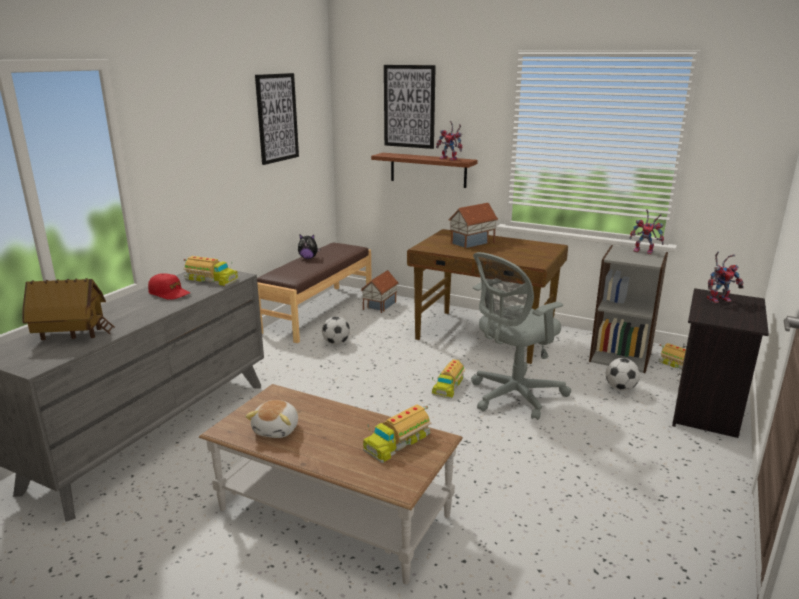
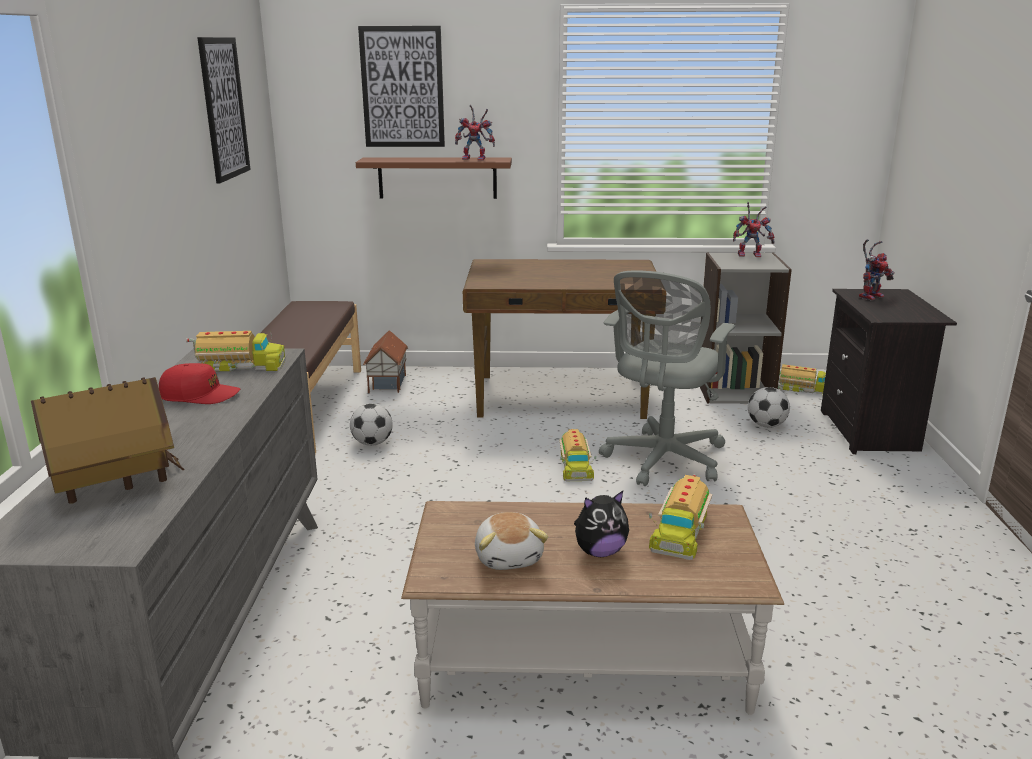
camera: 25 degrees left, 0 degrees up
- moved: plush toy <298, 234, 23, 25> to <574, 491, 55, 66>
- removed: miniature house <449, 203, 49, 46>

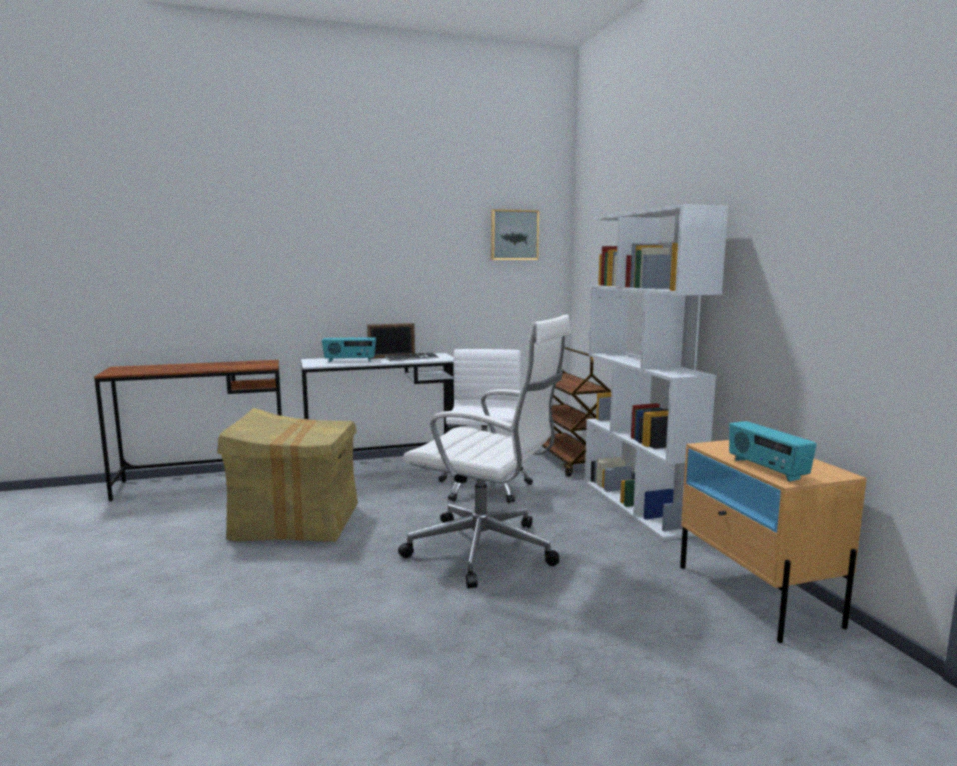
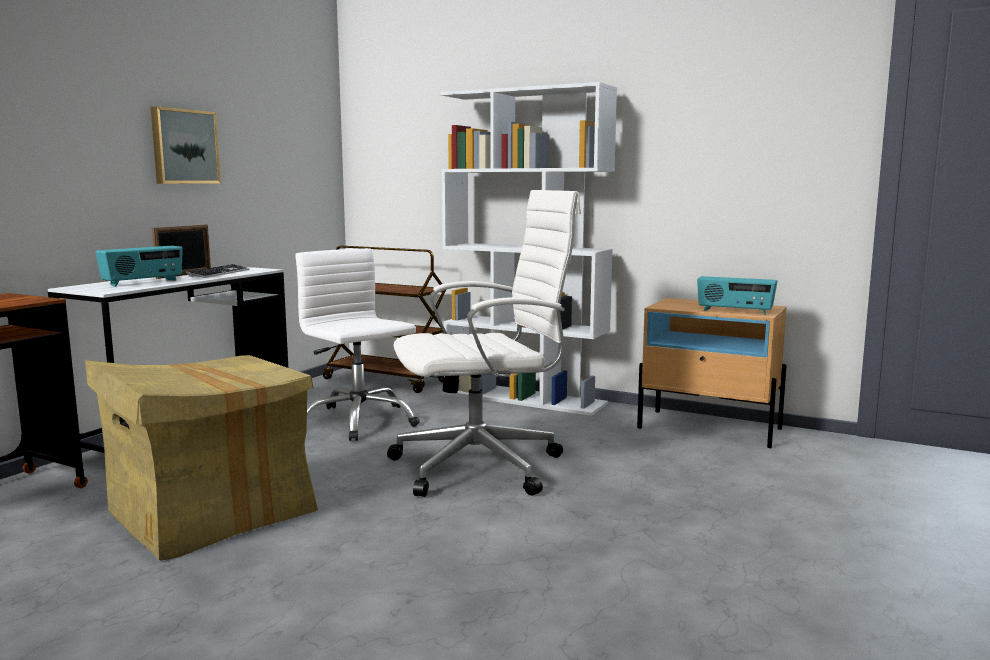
camera: 45 degrees left, 0 degrees up
- moved: picture <491, 209, 48, 51> to <151, 107, 70, 77>

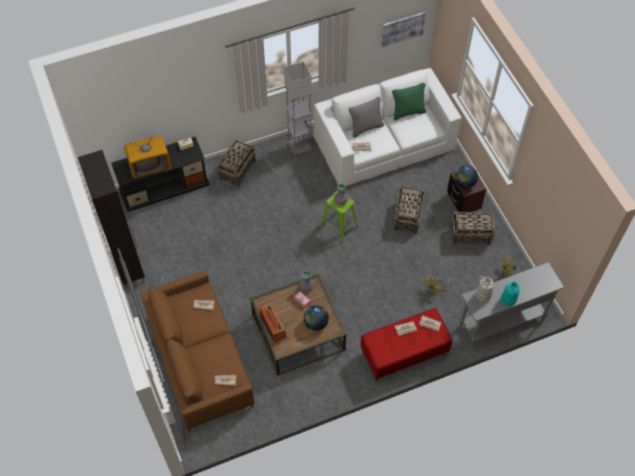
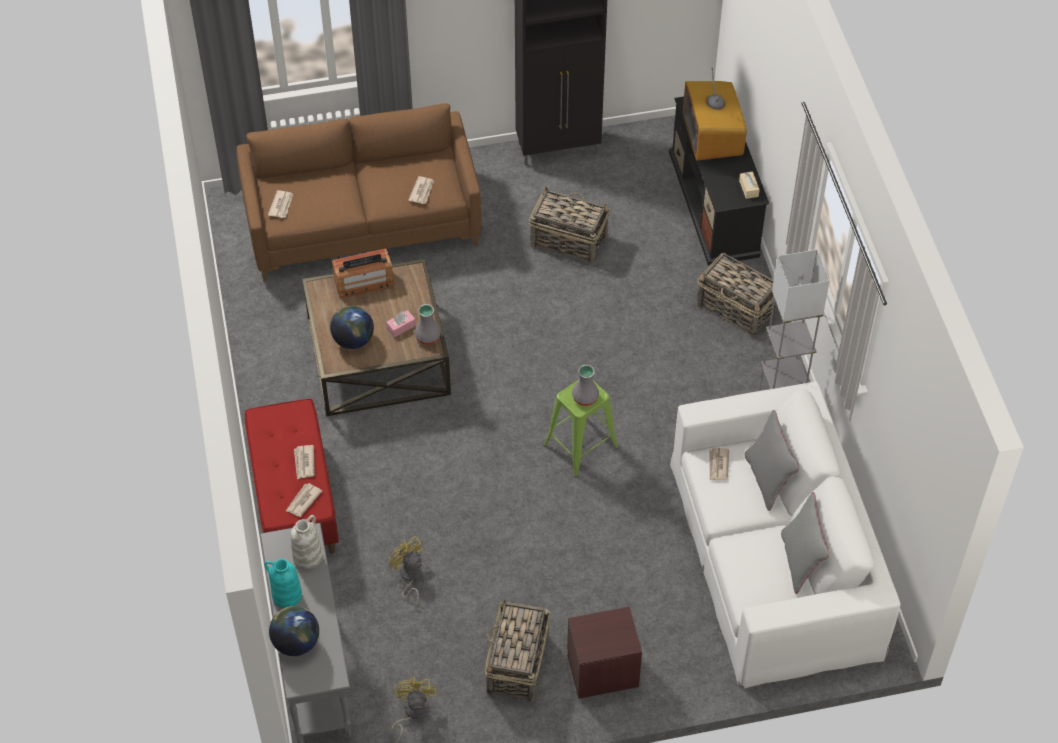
camera: 100 degrees right, 5 degrees down
- moved: desk globe <455, 165, 23, 24> to <269, 606, 50, 50>
- moved: storage basket <394, 185, 31, 49> to <529, 186, 81, 79>
- recoloured: green-coloured throw pillow <392, 83, 34, 38> to greyish throw pillow <781, 492, 48, 102>
- removed: picture <382, 12, 44, 35>

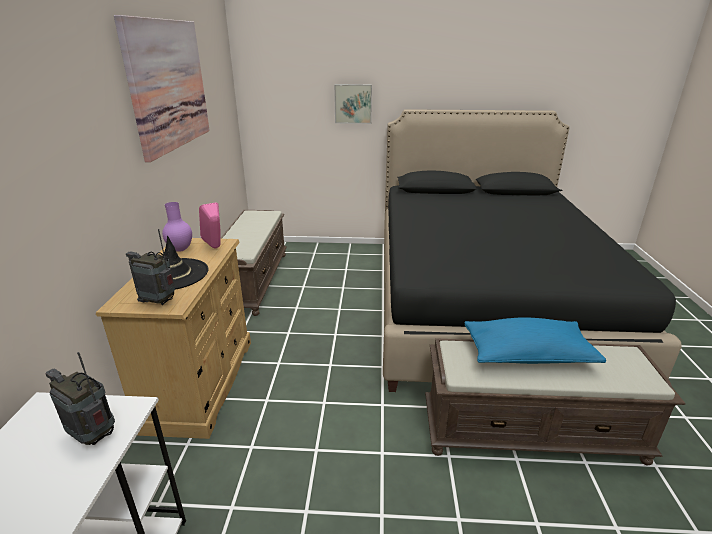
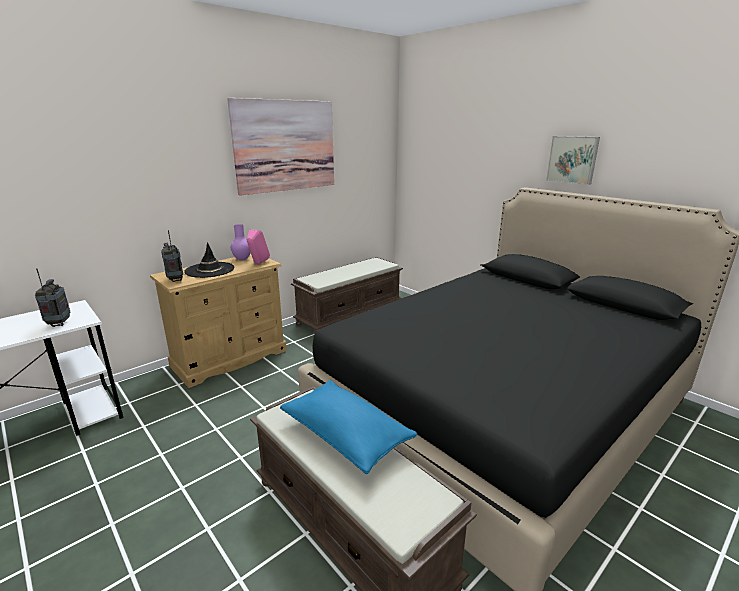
camera: 45 degrees right, 5 degrees down
- moved: picture <334, 84, 38, 40> to <546, 136, 54, 49>

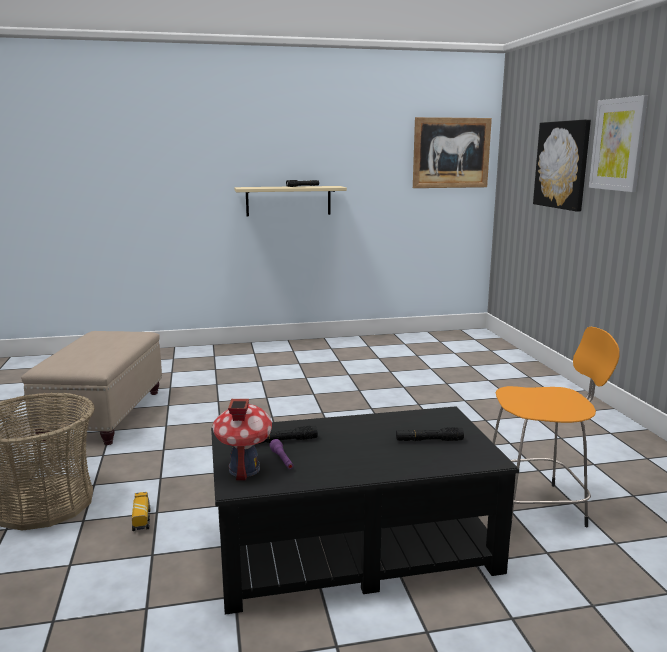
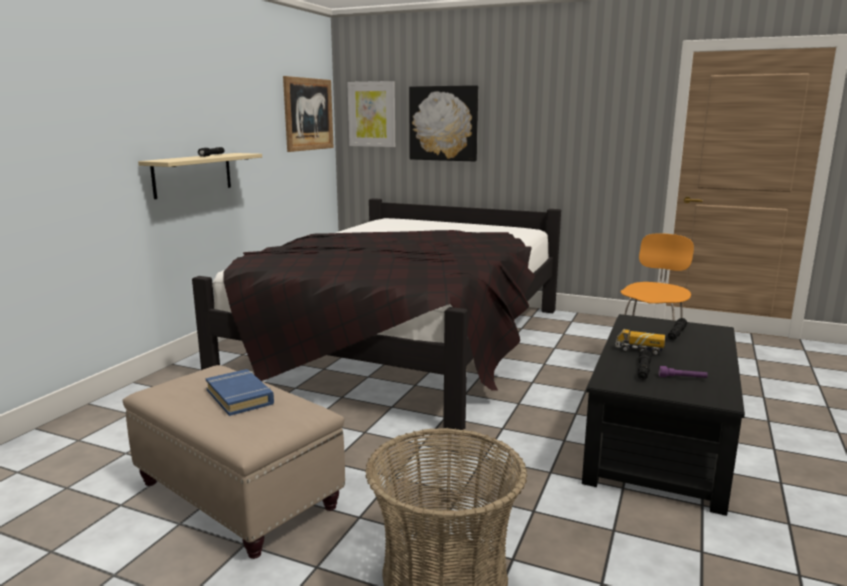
camera: 55 degrees left, 0 degrees up
- added: black-coloured bed <192, 198, 369, 232>
- added: blue volume <206, 369, 68, 47>
- moved: picture <589, 95, 59, 97> to <347, 81, 48, 66>
- moved: toy truck <132, 492, 18, 39> to <615, 329, 50, 26>
- removed: miniature house <212, 399, 60, 82>

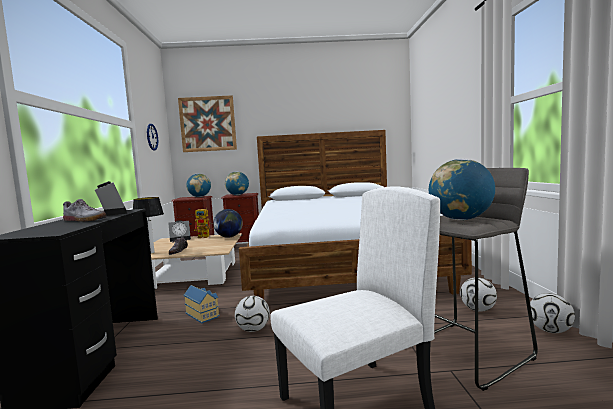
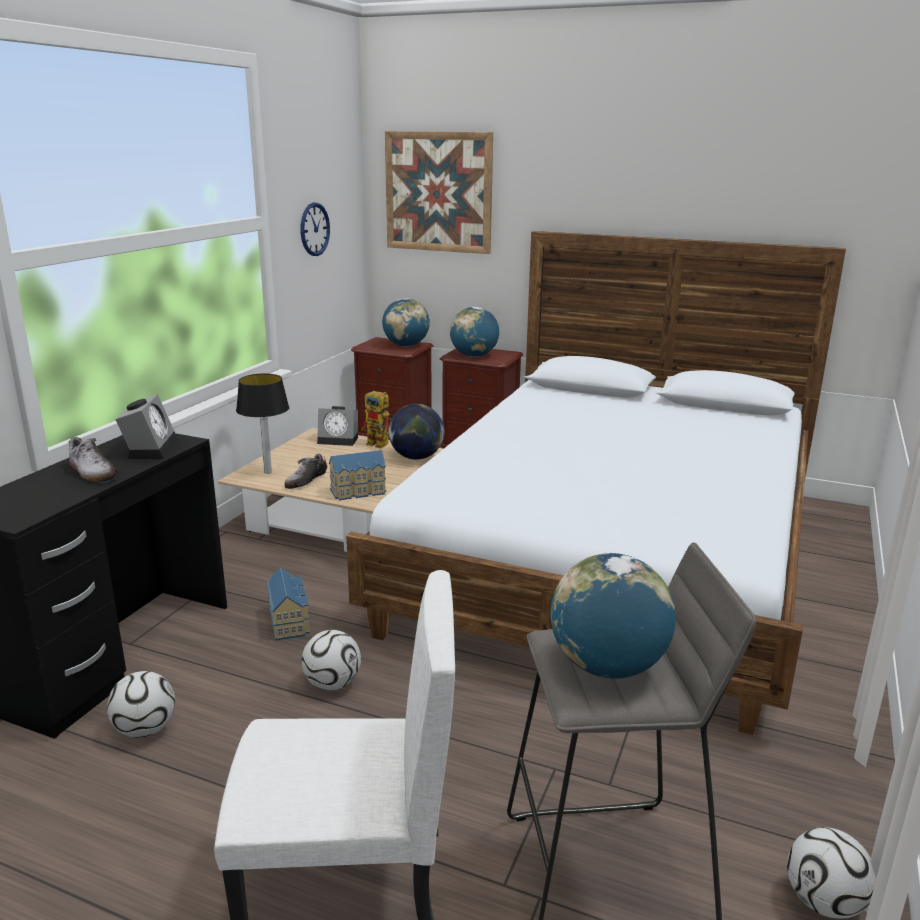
camera: 25 degrees right, 15 degrees up
- moved: football ball <460, 277, 37, 35> to <107, 671, 68, 67>
- added: miniature house <329, 450, 57, 50>

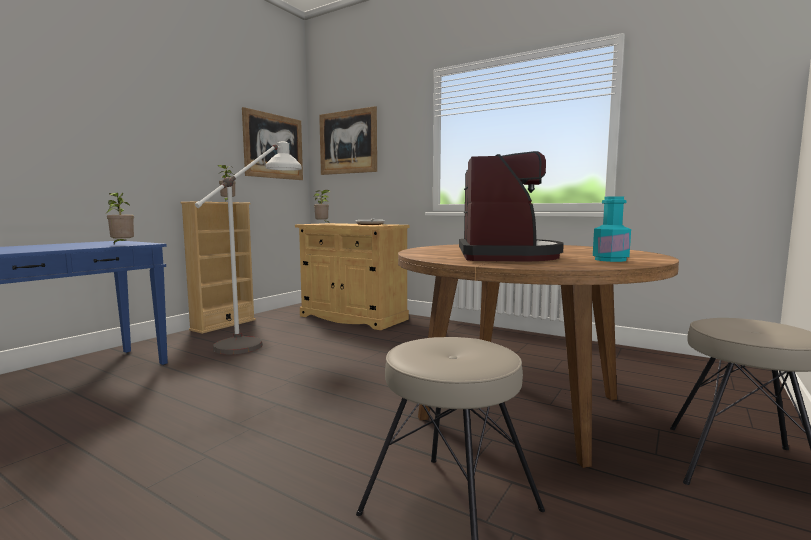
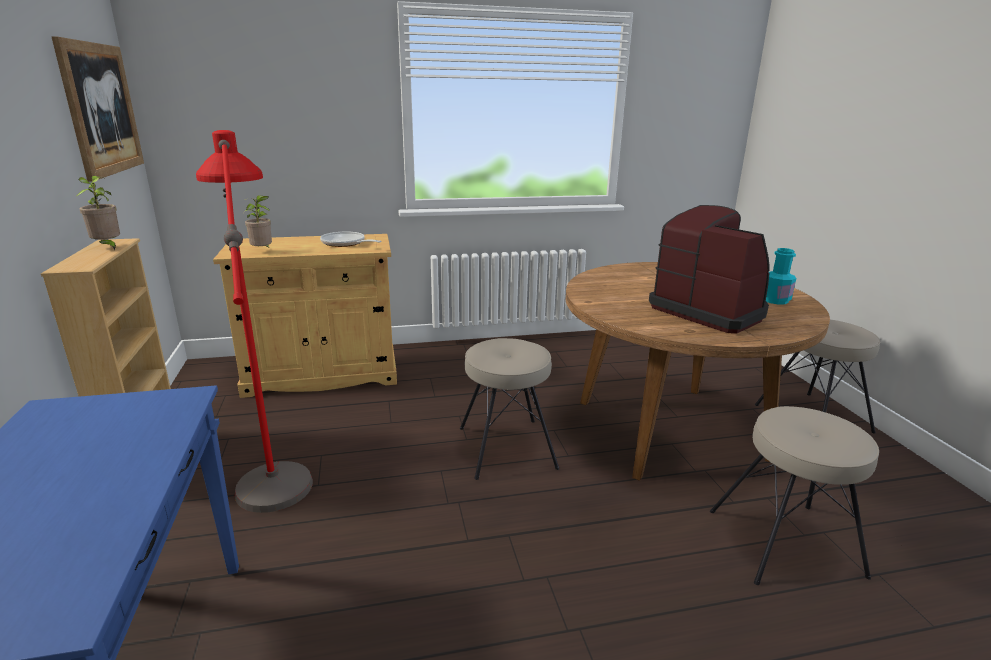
camera: 45 degrees left, 15 degrees up
- recoloured: white standard lamp <195, 141, 107, 213> to red-coloured standard lamp <196, 130, 117, 383>
- added: beige sitting stool <460, 338, 99, 142>
- removed: houseplant <106, 193, 28, 51>
- removed: picture <319, 106, 58, 69>

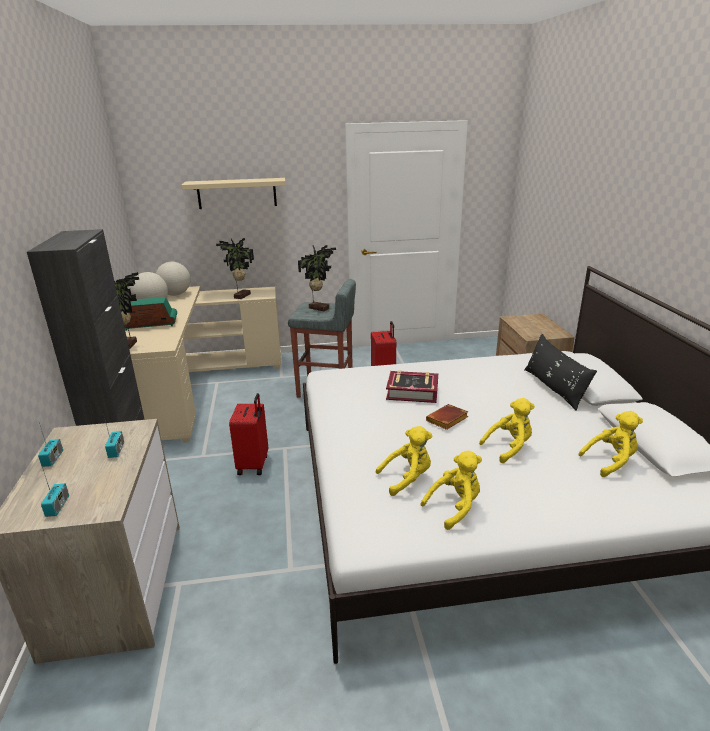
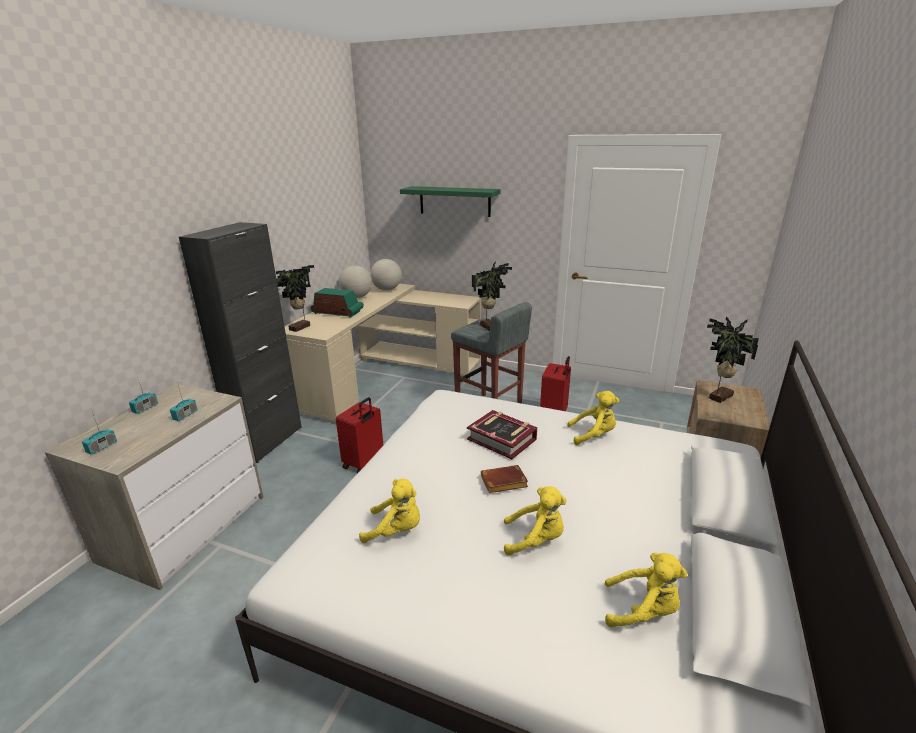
camera: 30 degrees right, 0 degrees up
- recoloured: beige wall shelf <181, 178, 105, 31> to green-coloured wall shelf <400, 186, 101, 31>
- moved: yellow-coloured plush toy <421, 450, 61, 80> to <567, 391, 52, 54>
- moved: houseplant <216, 238, 38, 61> to <707, 316, 52, 87>
- removed: black-coloured throw pillow <524, 334, 73, 77>

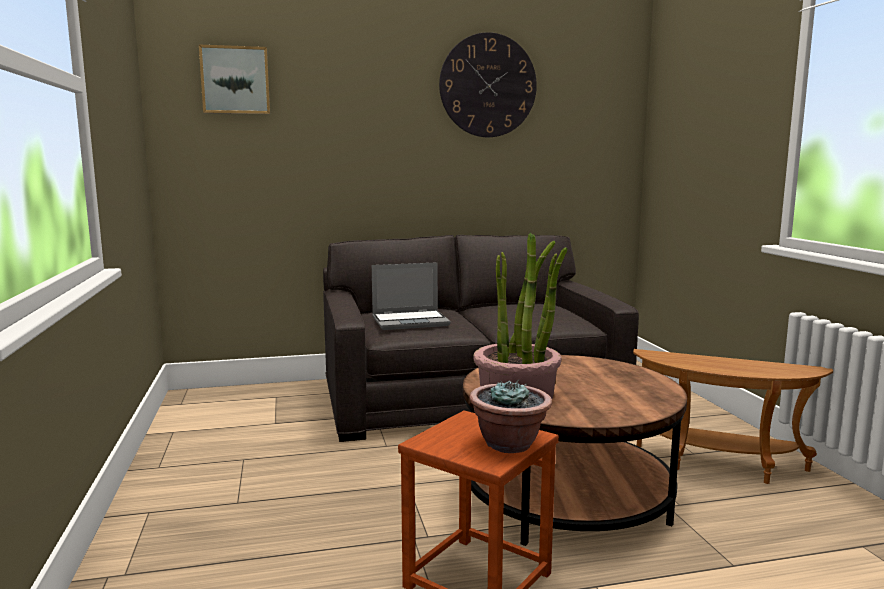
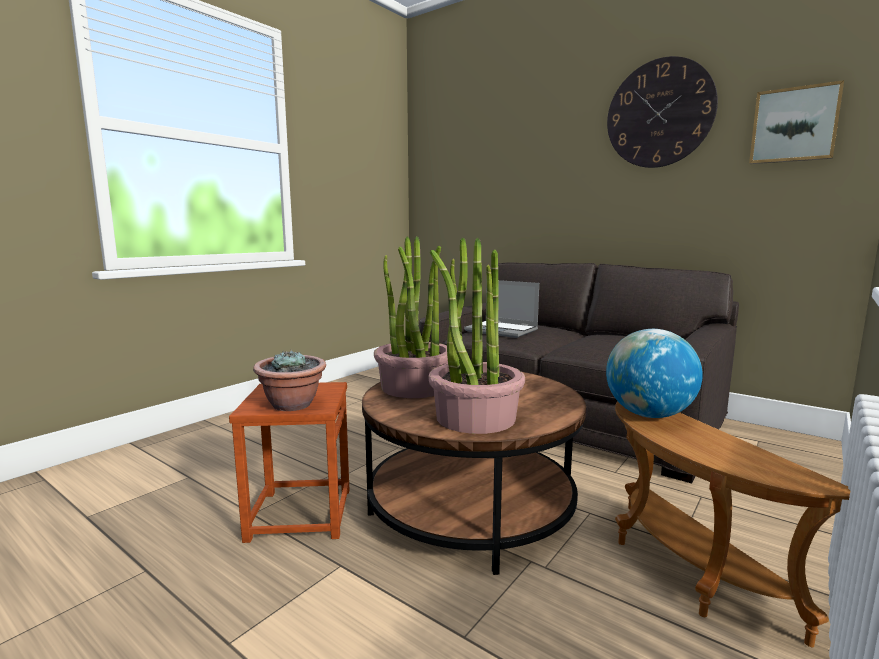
camera: 50 degrees right, 0 degrees up
- added: houseplant <429, 238, 96, 196>
- added: desk globe <606, 329, 97, 89>
- moved: picture <199, 44, 71, 70> to <749, 80, 95, 84>

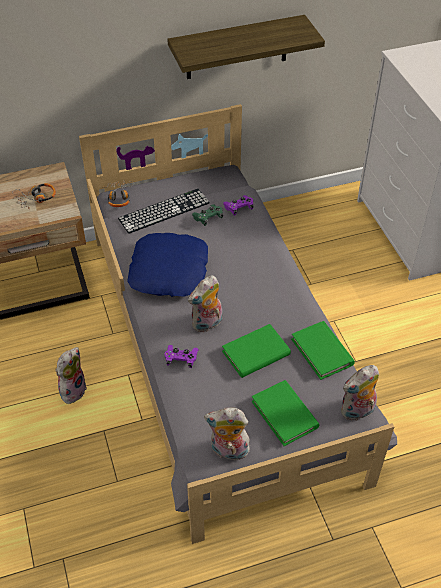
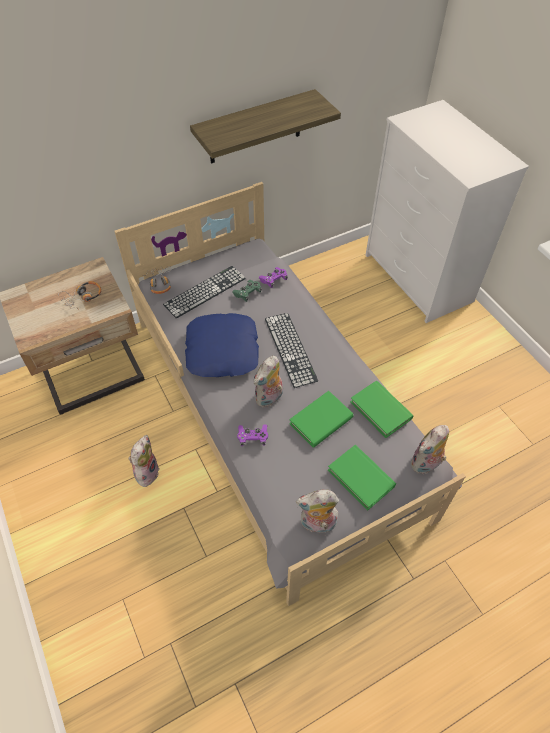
camera: 10 degrees left, 5 degrees up
- added: computer keyboard <265, 313, 53, 75>

